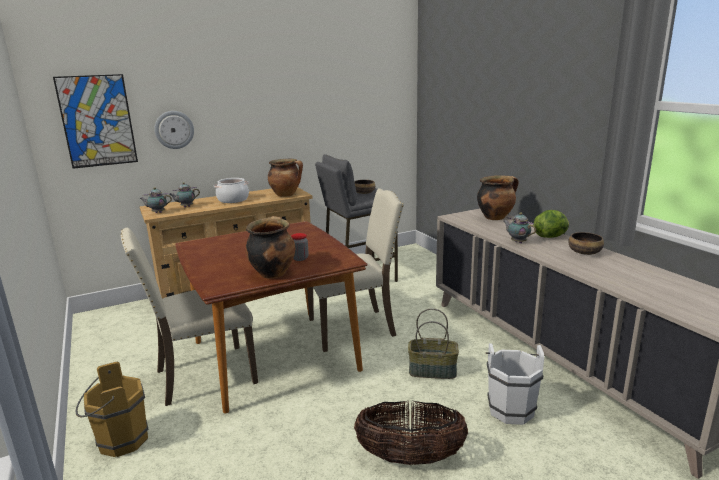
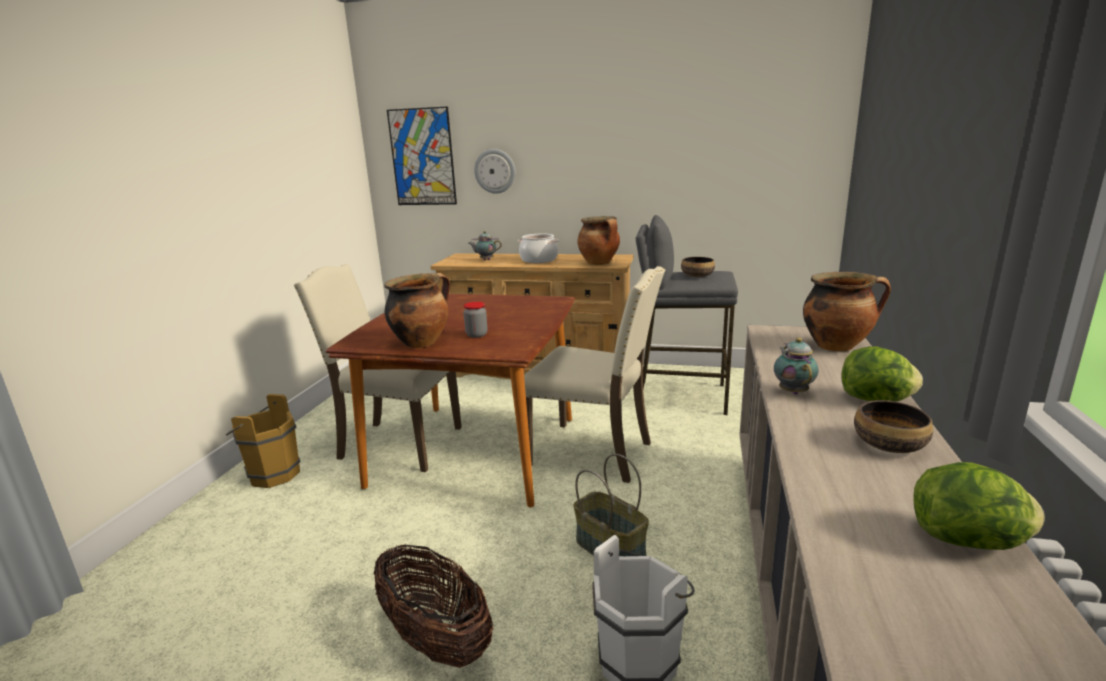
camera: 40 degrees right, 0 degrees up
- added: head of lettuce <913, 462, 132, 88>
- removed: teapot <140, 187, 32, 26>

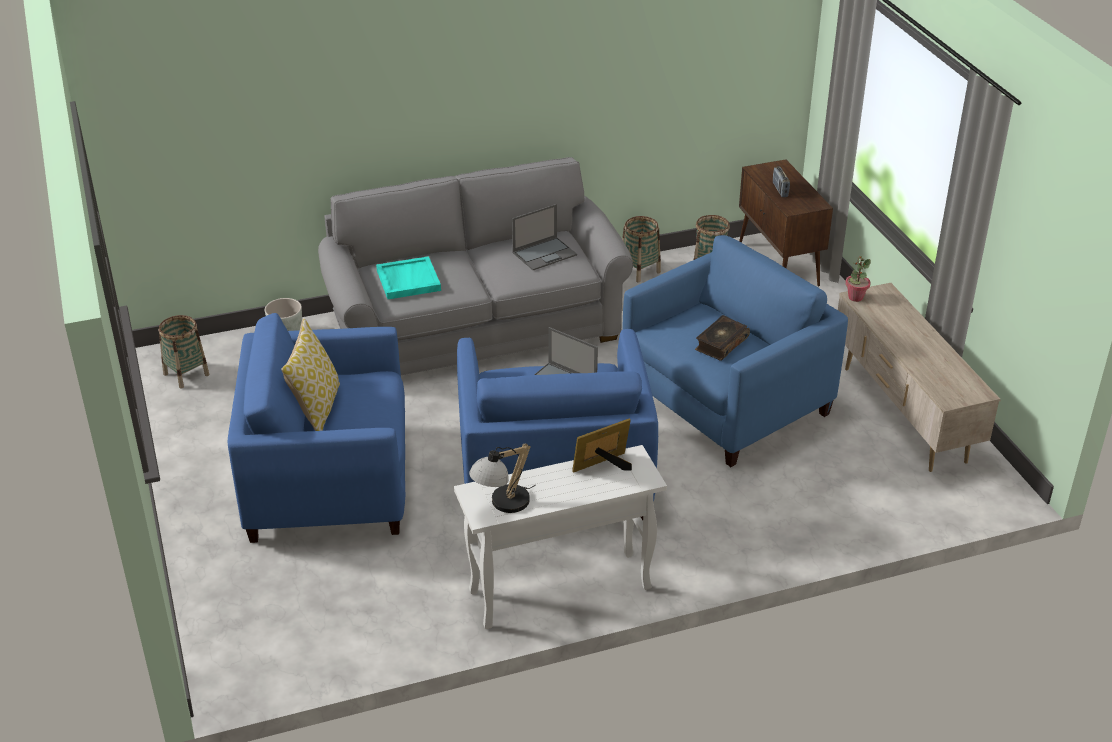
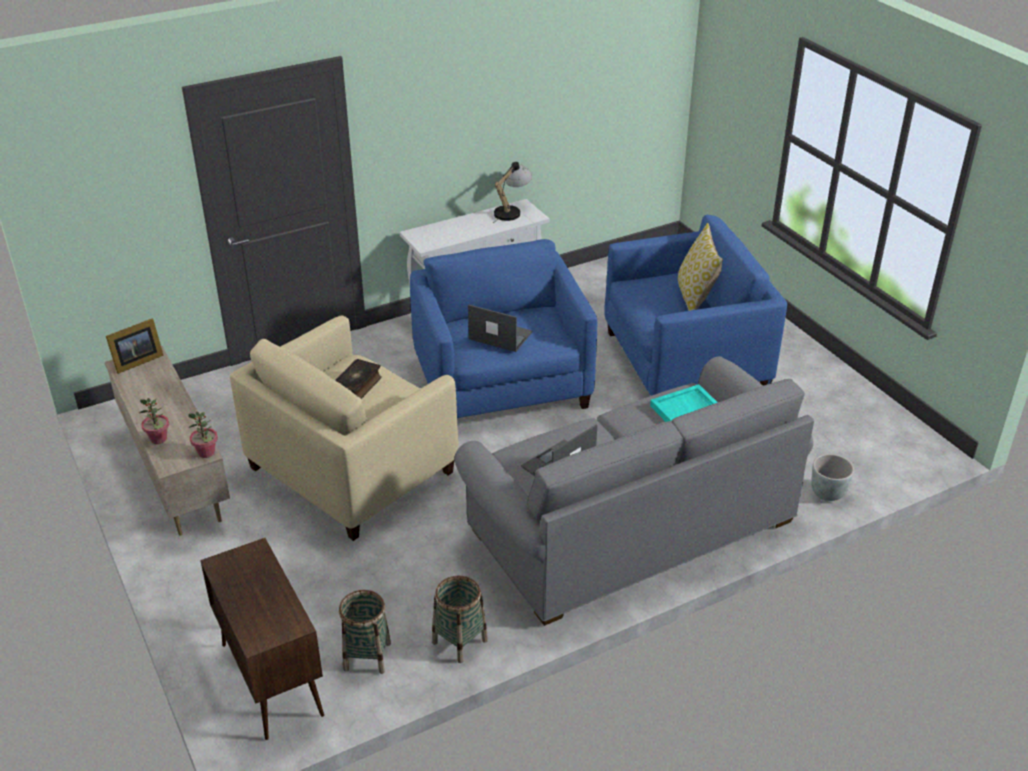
camera: 170 degrees right, 0 degrees up
- moved: picture frame <572, 418, 60, 55> to <106, 318, 58, 56>
- added: houseplant <139, 398, 30, 46>
- recoloured: blue lounge chair <622, 235, 226, 232> to beige lounge chair <230, 315, 229, 226>
- removed: storage basket <159, 315, 51, 73>
- removed: radio receiver <773, 167, 17, 30>

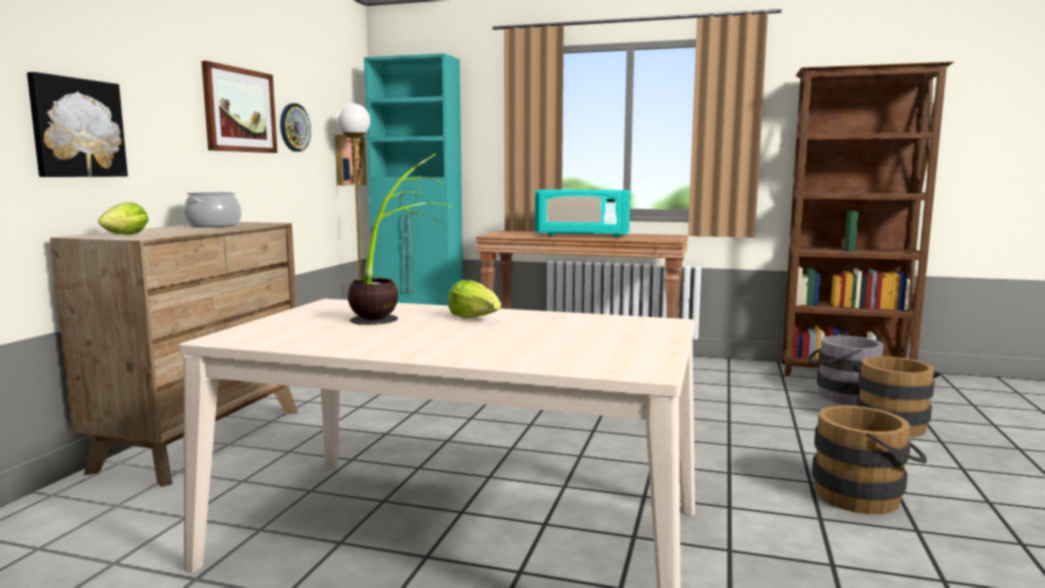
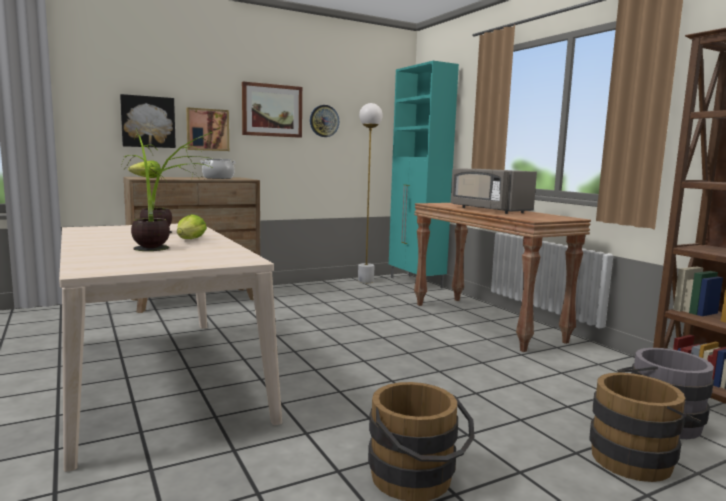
camera: 45 degrees right, 0 degrees up
- added: houseplant <121, 128, 49, 123>
- moved: picture <335, 135, 31, 51> to <186, 107, 43, 44>
- recoloured: blue-green kitchen microwave <535, 189, 95, 49> to greyish kitchen microwave <451, 168, 86, 46>

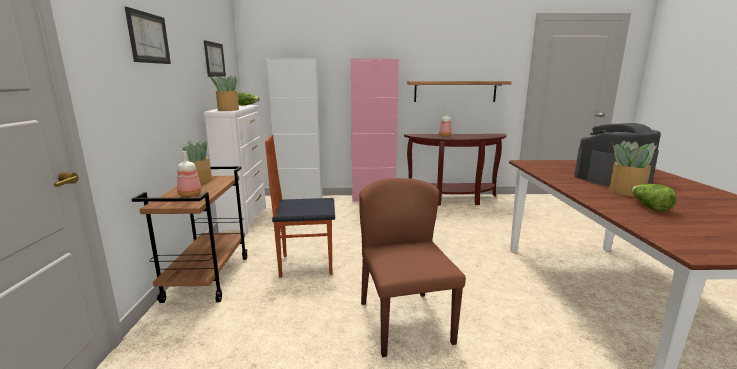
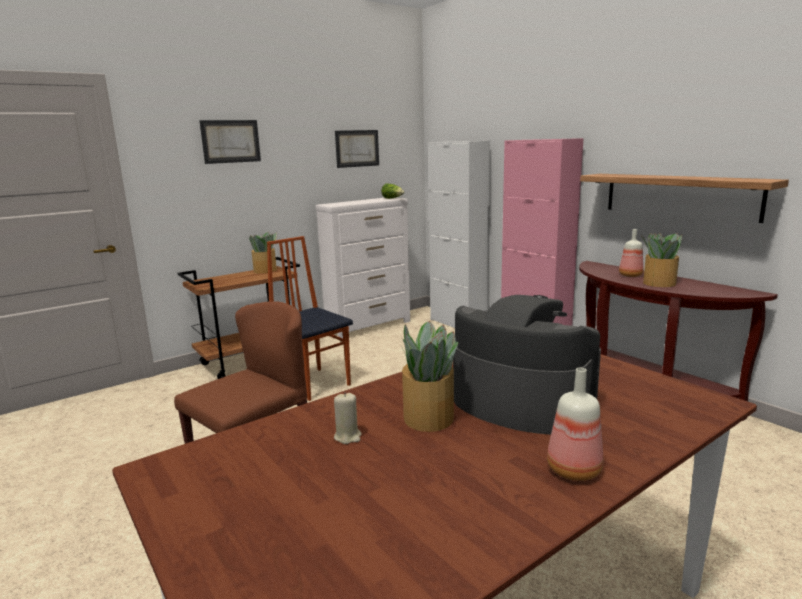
camera: 55 degrees right, 0 degrees up
- replaced: head of lettuce <631, 184, 46, 28> to beige wax candle <334, 393, 28, 51>
- moved: beverage bottle <177, 151, 25, 46> to <547, 368, 56, 113>
- moved: houseplant <210, 75, 29, 36> to <641, 233, 41, 54>

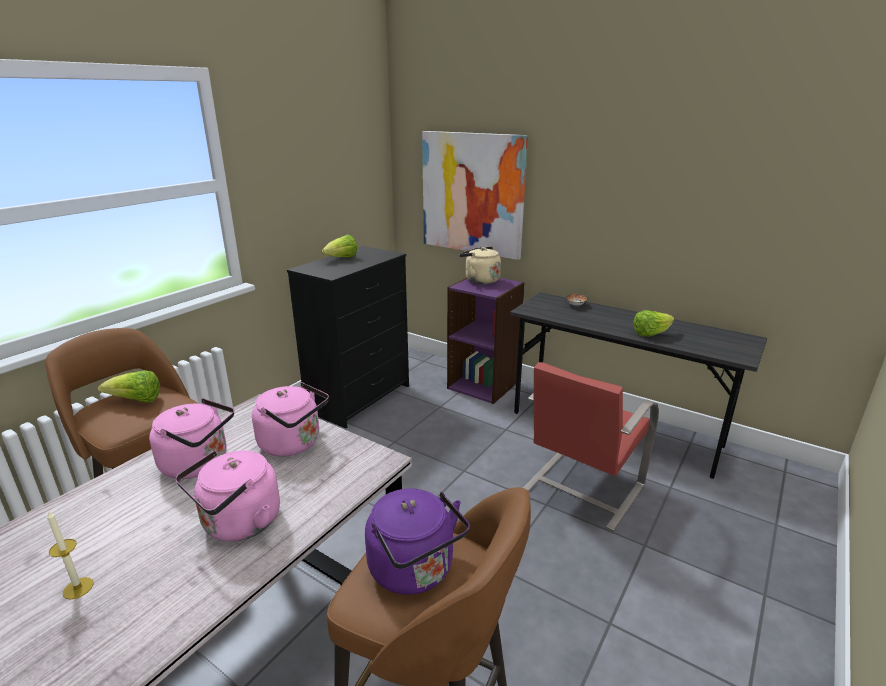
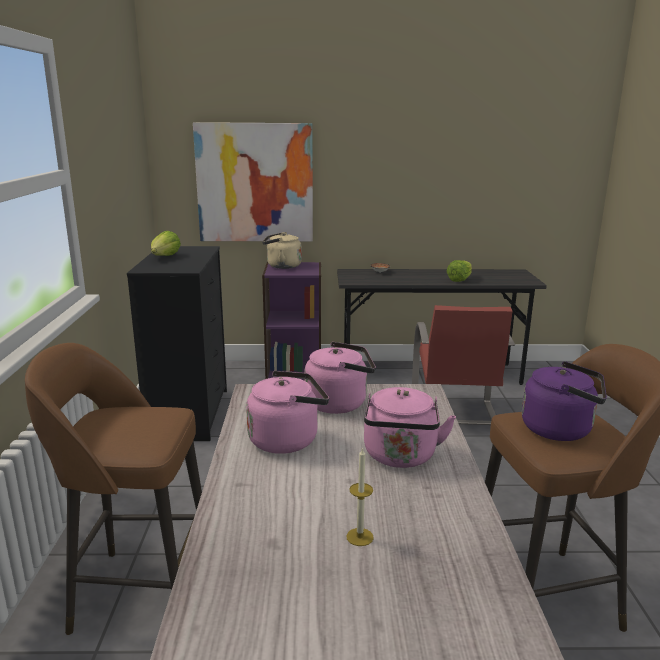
camera: 35 degrees left, 5 degrees down
- removed: head of lettuce <98, 370, 62, 33>

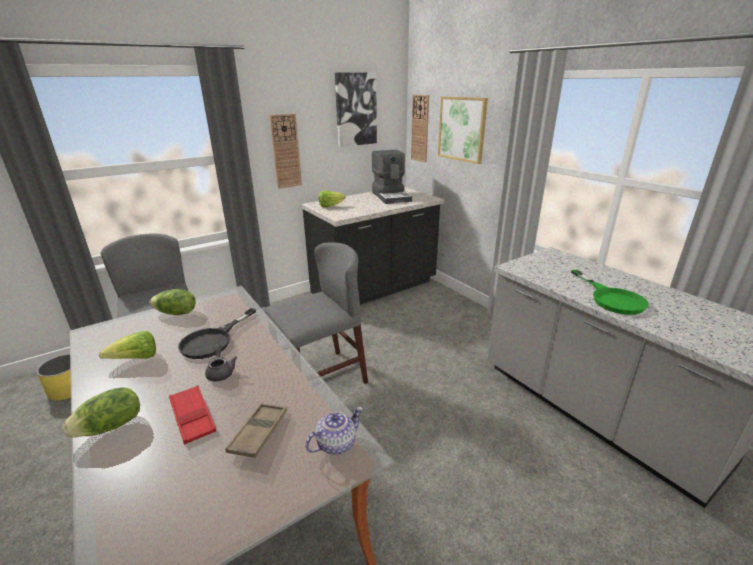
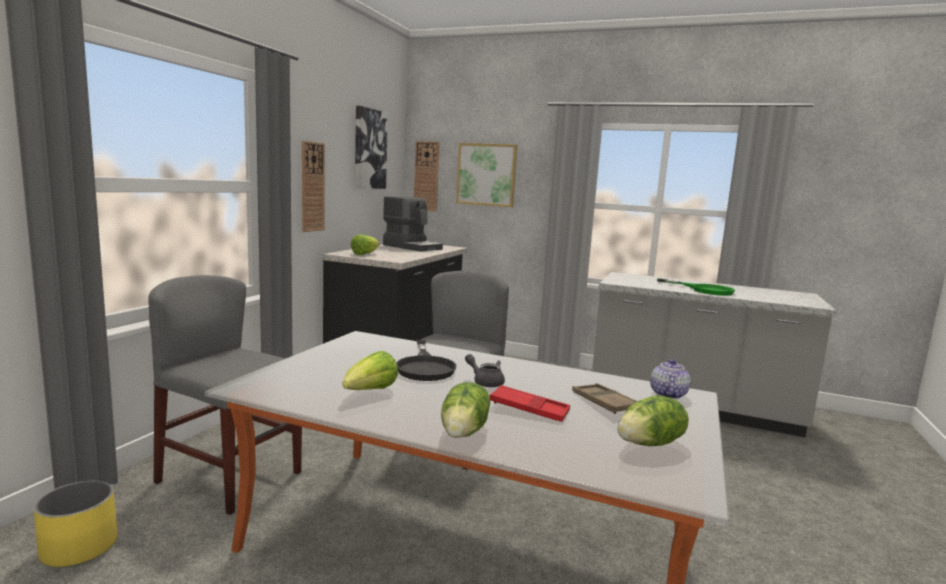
camera: 35 degrees left, 15 degrees down
- moved: head of lettuce <150, 289, 46, 26> to <617, 396, 72, 50>

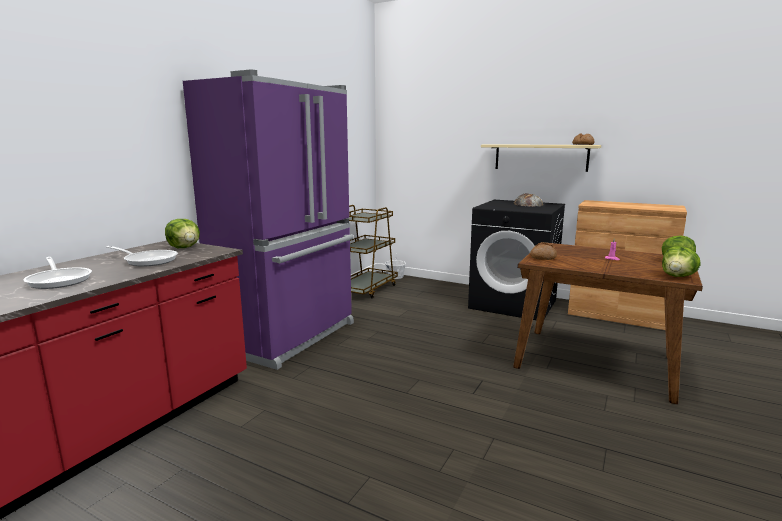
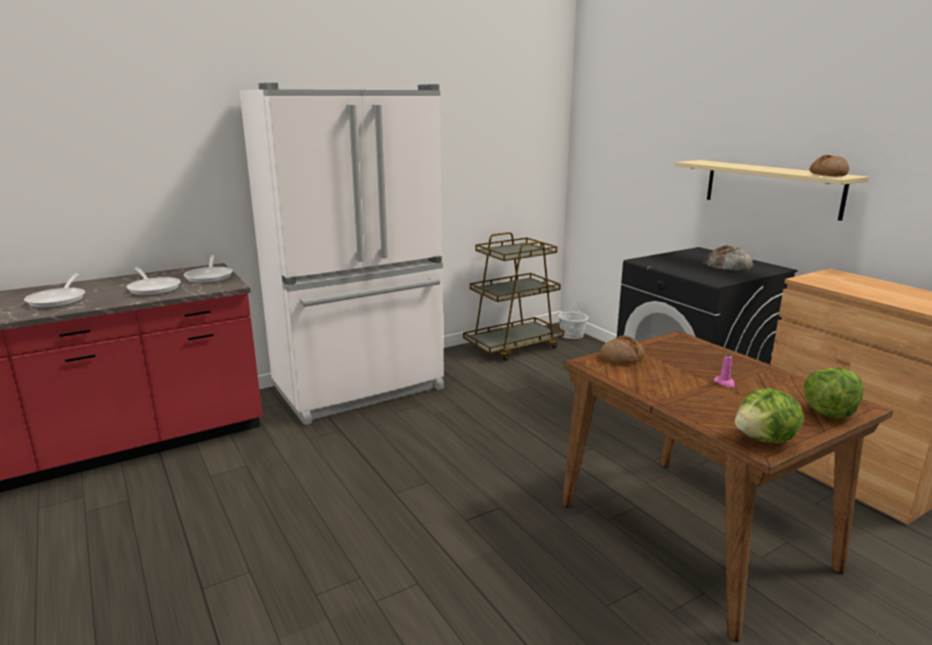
camera: 30 degrees right, 5 degrees up
- replaced: head of lettuce <165, 219, 35, 29> to pan <183, 255, 50, 28>
- recoloured: purplish refrigerator <183, 70, 171, 300> to white refrigerator <239, 83, 205, 342>

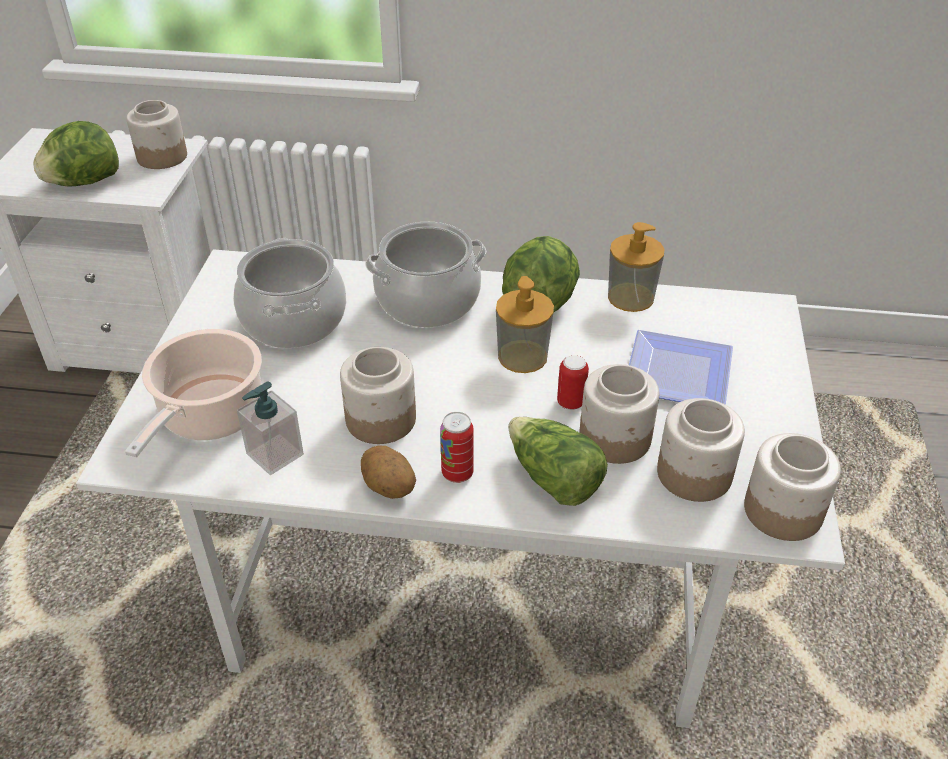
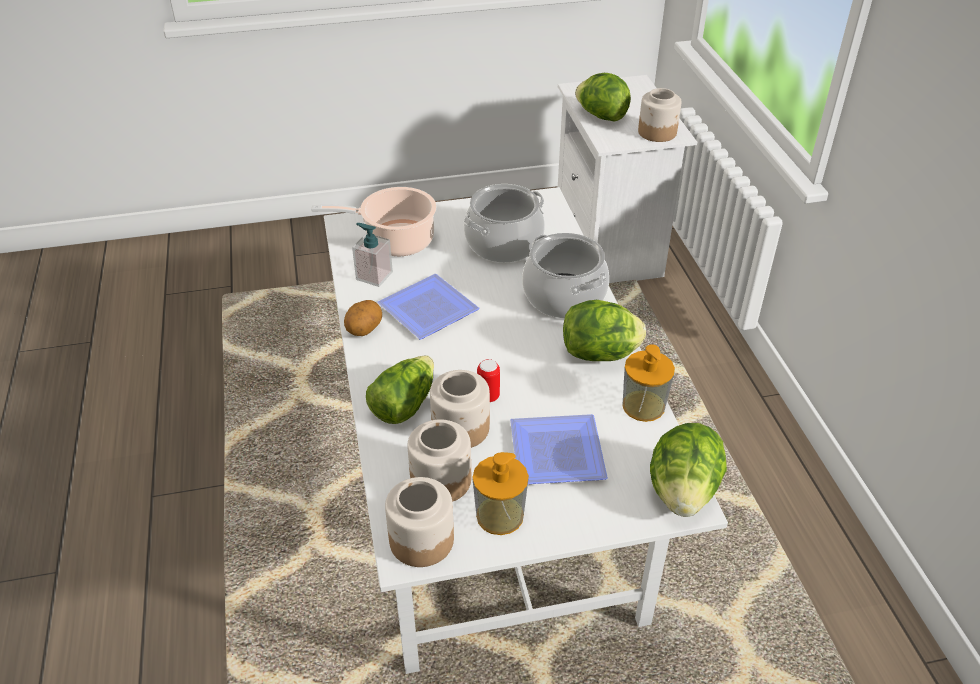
camera: 70 degrees right, 0 degrees up
- replaced: storage jar <340, 347, 76, 97> to plate <377, 274, 103, 66>
- moved: soap bottle <496, 276, 58, 97> to <472, 452, 57, 83>
- added: head of lettuce <650, 423, 77, 94>
- removed: can <440, 412, 34, 71>

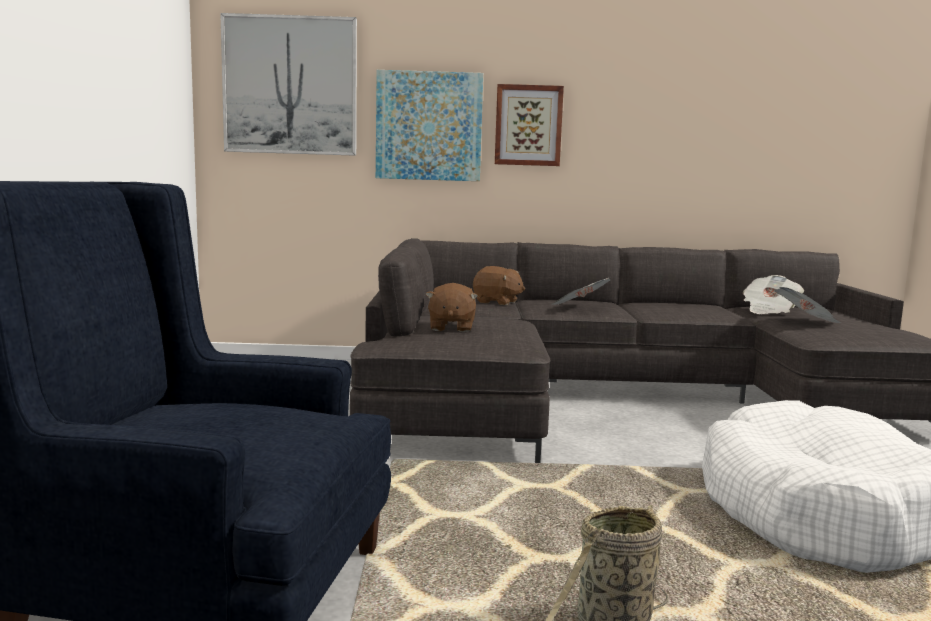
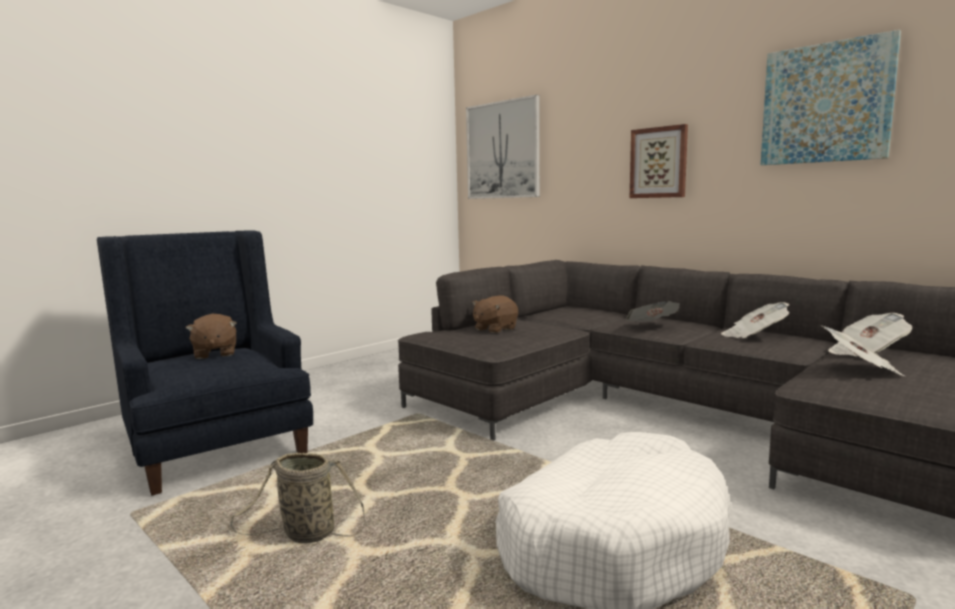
camera: 45 degrees right, 0 degrees up
- moved: brown-coloured plush toy <473, 266, 52, 40> to <186, 314, 51, 45>
- added: printed paper <721, 302, 68, 36>
- moved: picture <376, 70, 107, 111> to <761, 30, 140, 135>

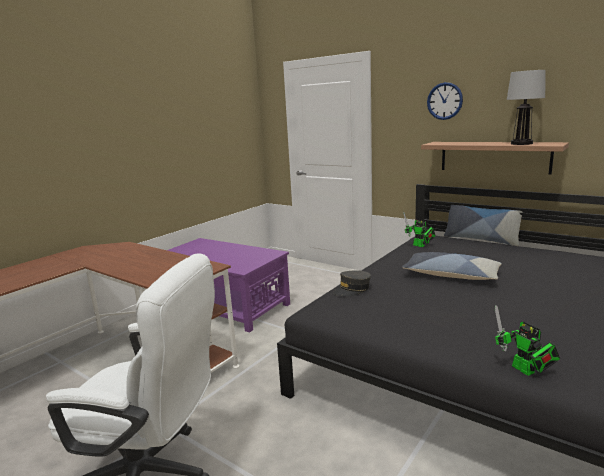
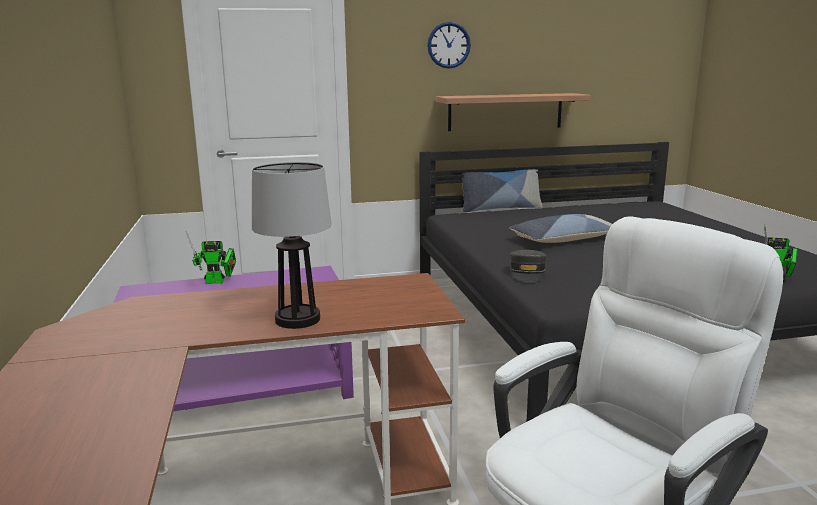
camera: 50 degrees left, 0 degrees up
- moved: robot figure <403, 212, 33, 35> to <186, 231, 50, 53>
- moved: tabletop lamp <507, 70, 39, 75> to <252, 162, 80, 167>

